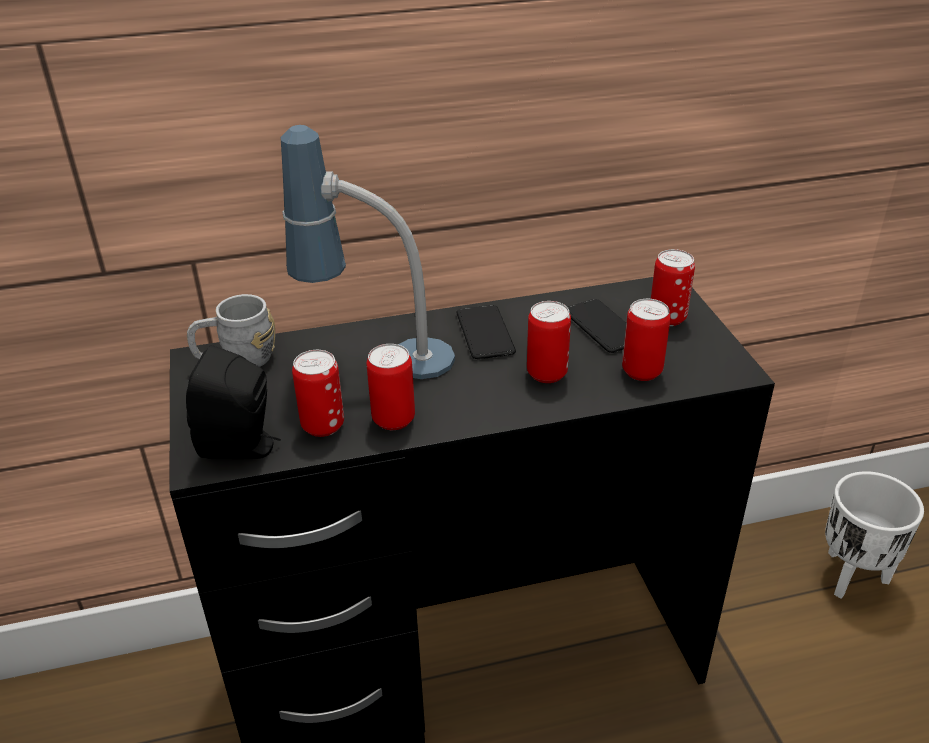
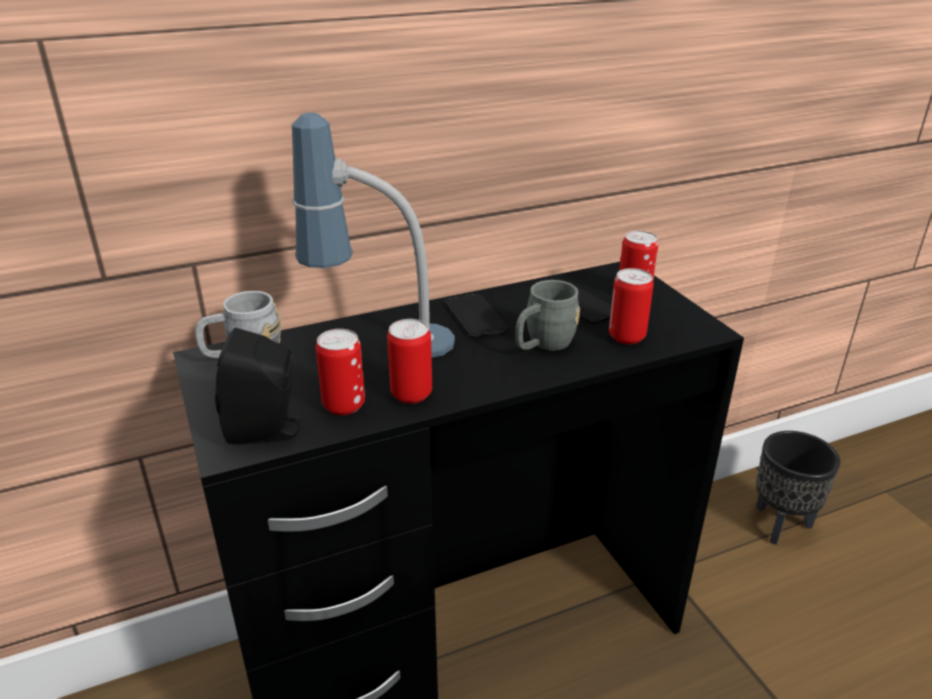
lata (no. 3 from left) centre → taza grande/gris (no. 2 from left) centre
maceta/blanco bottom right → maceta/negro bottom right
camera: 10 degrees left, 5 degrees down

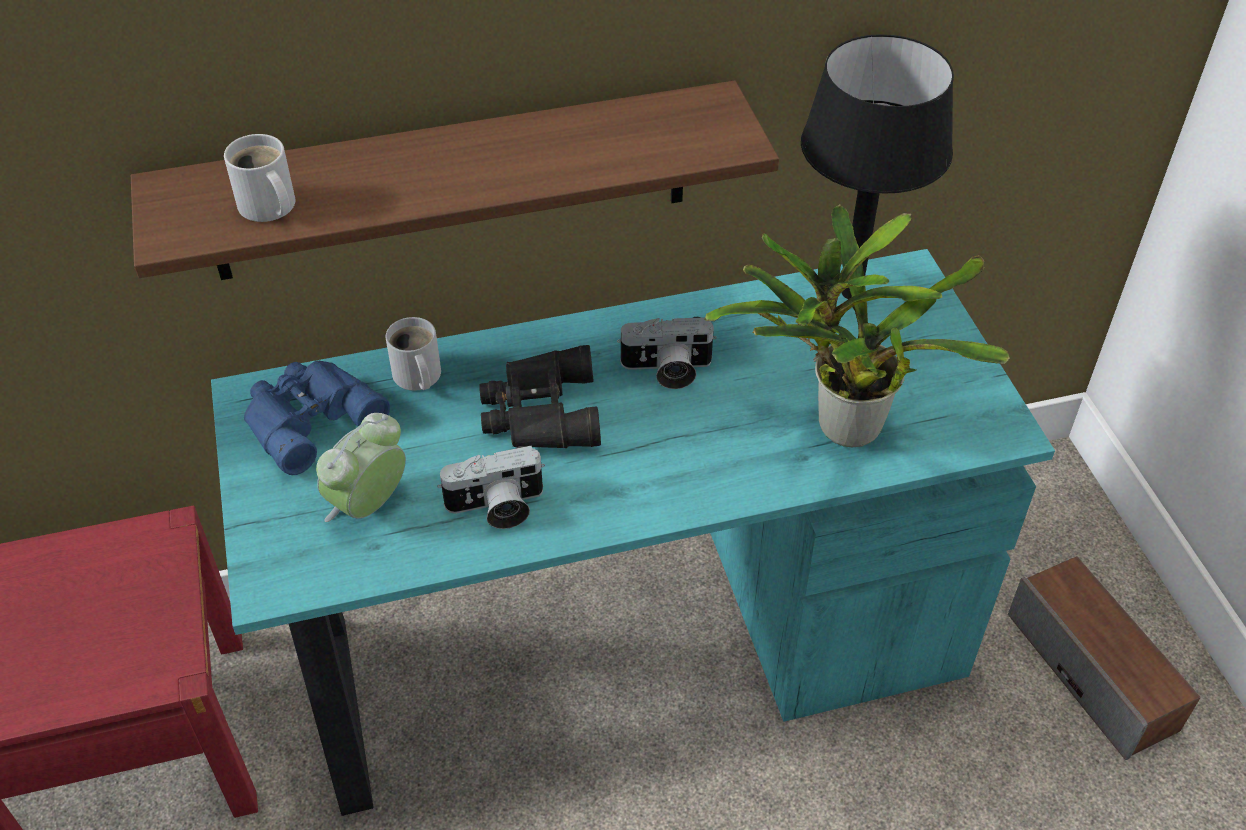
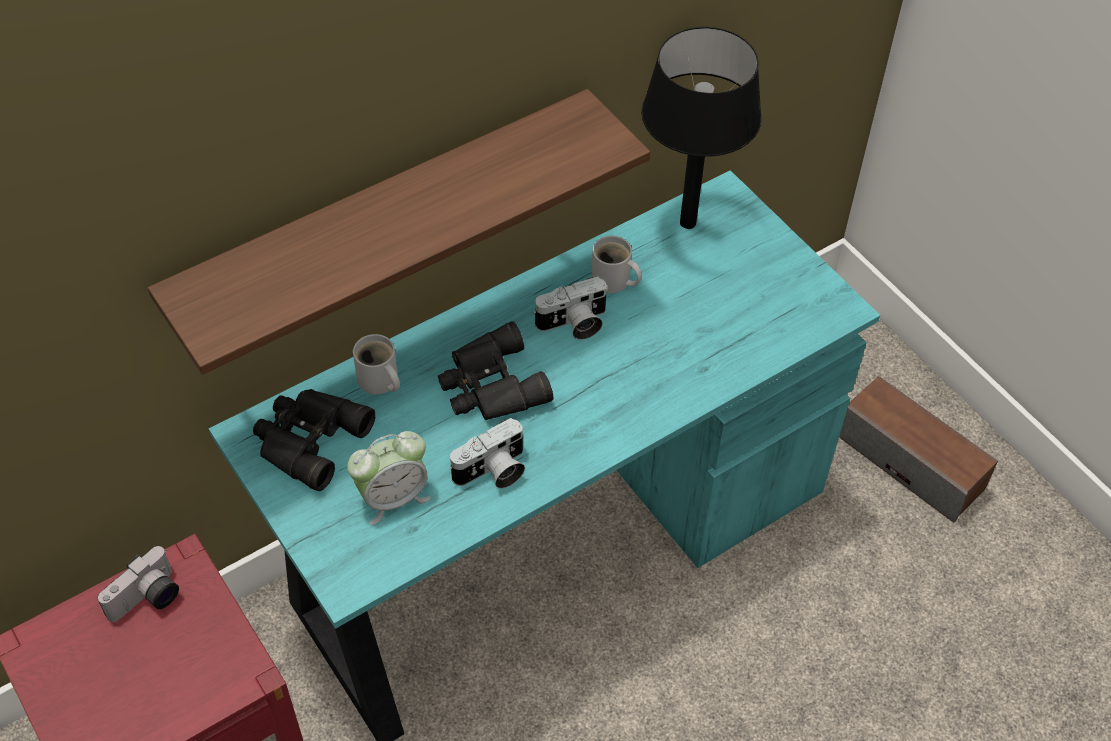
planta en maceta middle right → -
- → cámara (no. 1 from left) bottom left
taza grande/blanco (no. 1 from left in the first image) top left → taza grande/blanco (no. 2 from left) centre, shifted
prismáticos/azul middle left → prismáticos/negro (no. 1 from left) middle left
despertador middle left → despertador centre, 135 degrees counterclockwise
camera: 20 degrees left, 5 degrees up

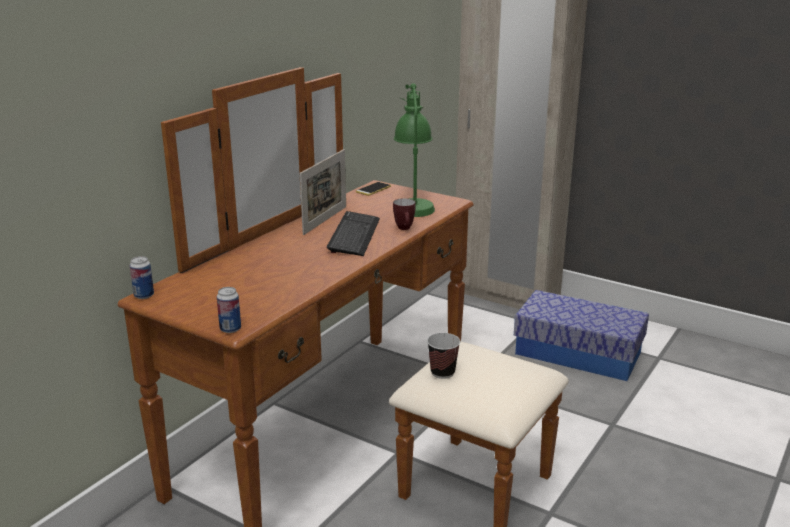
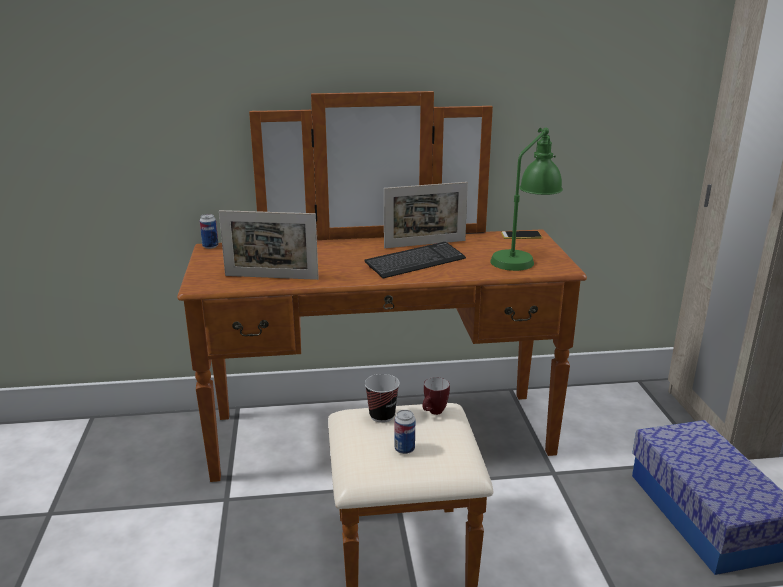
- → portarretratos (no. 1 from left) centre
lata (no. 2 from left) middle left → lata (no. 2 from left) bottom centre, shifted
taza grande centre → taza grande bottom centre, shifted
camera: 50 degrees right, 0 degrees up

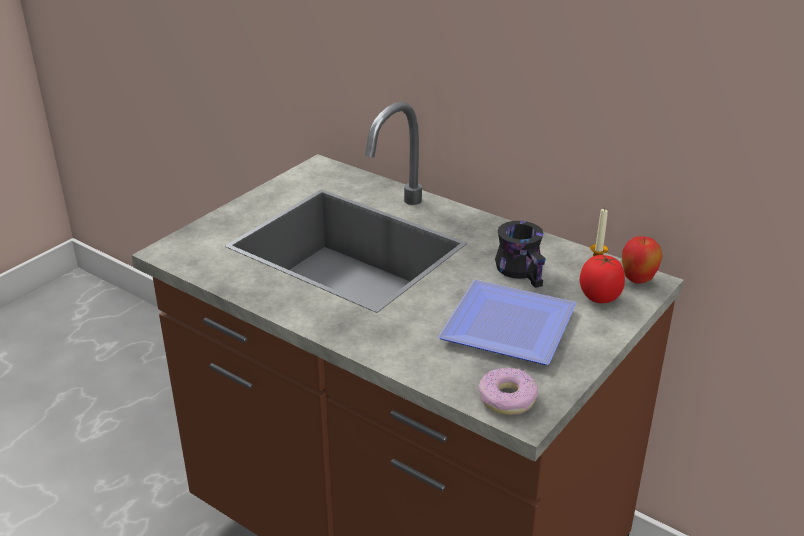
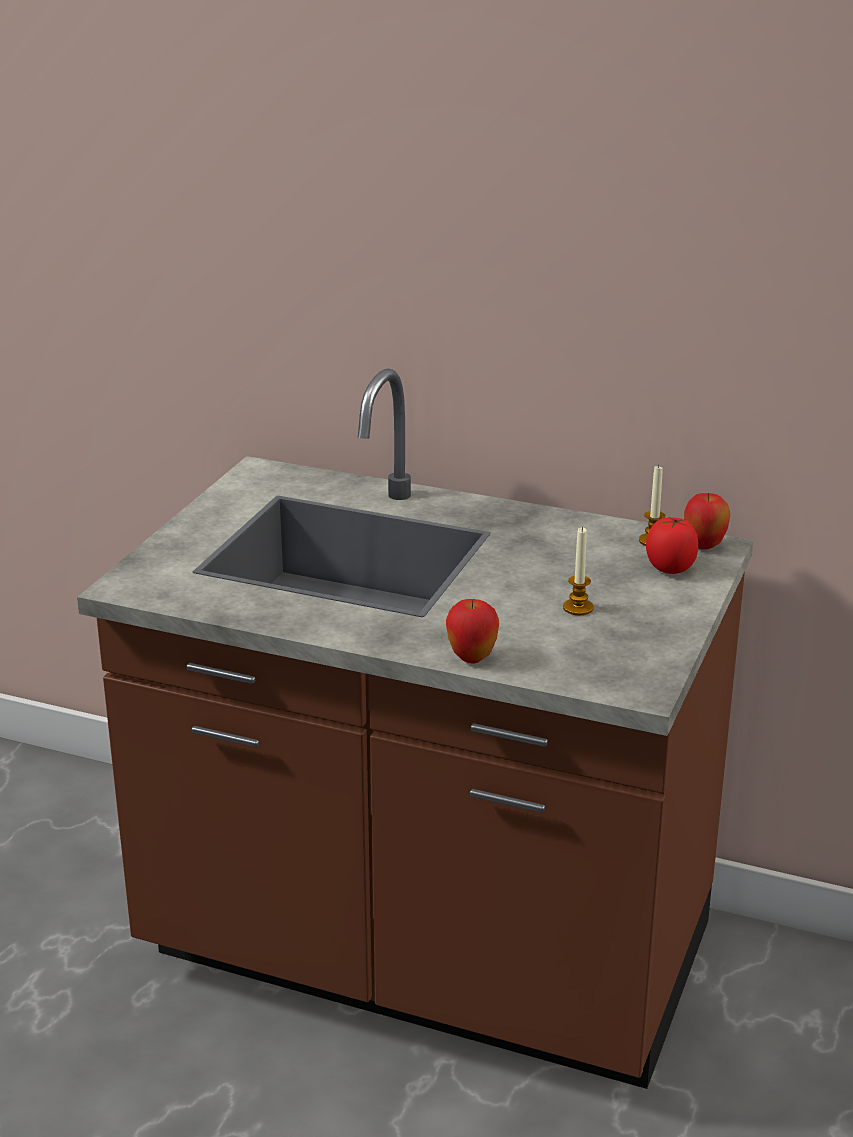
rosquilla bottom centre → -
taza grande/negro centre → -
- → manzana (no. 1 from left) centre
plato centre → vela (no. 1 from left) middle right
camera: 15 degrees left, 5 degrees down

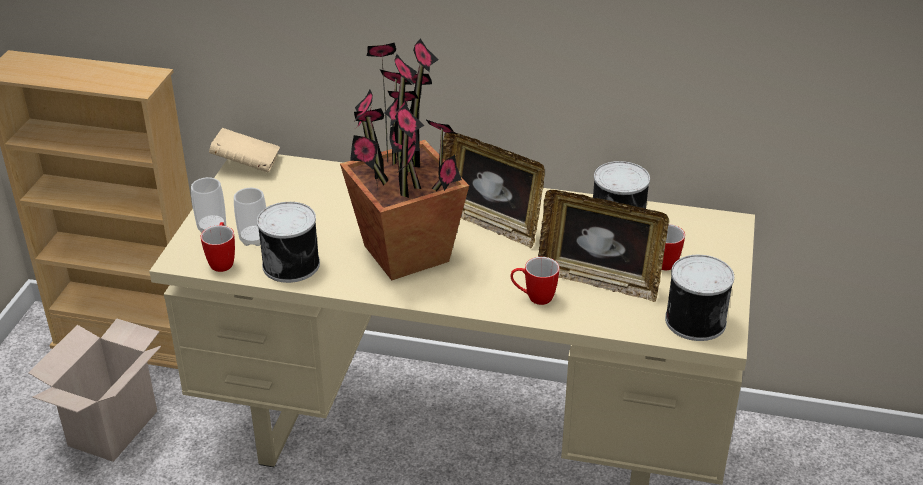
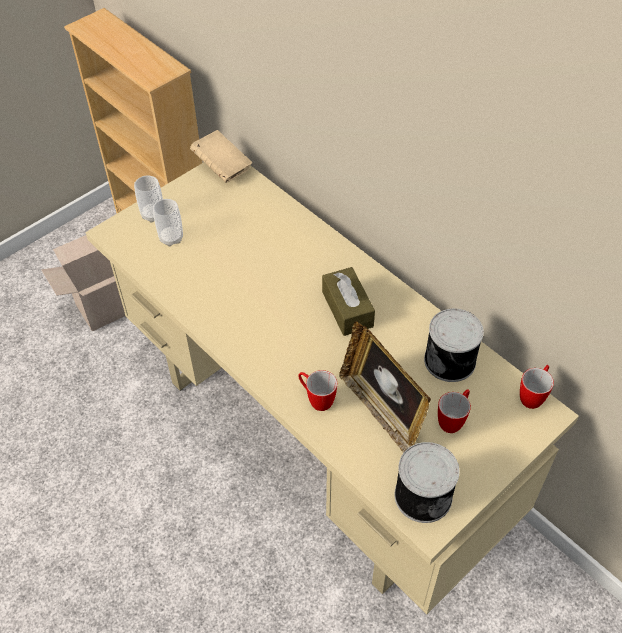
lata (no. 1 from left) middle left → -
planta en maceta top centre → -
taza grande (no. 1 from left in the first image) middle left → taza grande (no. 3 from left) middle right, shifted
portarretratos (no. 1 from left) centre → caja de pañuelos/marrón centre
camera: 35 degrees right, 15 degrees up

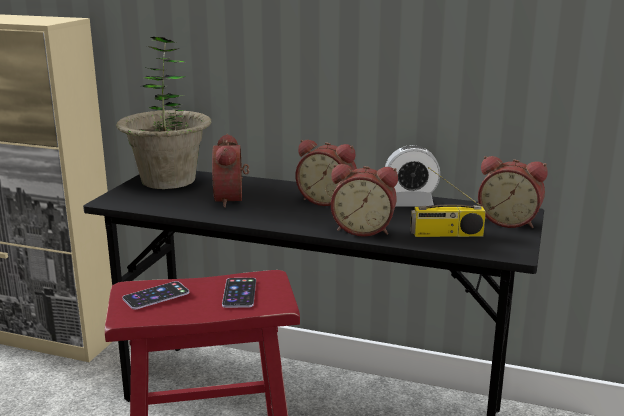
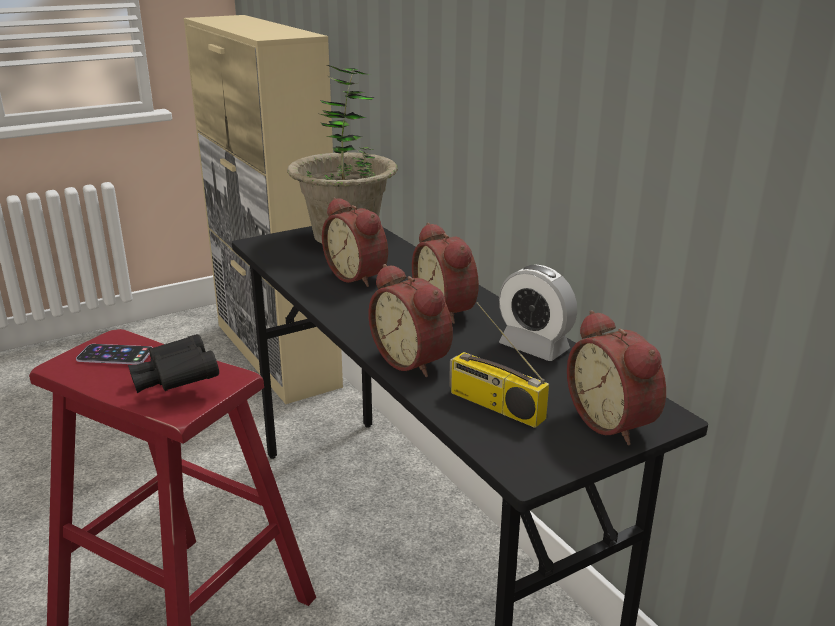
móvil (no. 2 from left) bottom centre → prismáticos/negro middle left
despertador (no. 1 from left) centre, 75 degrees counterclockwise
camera: 40 degrees right, 5 degrees up

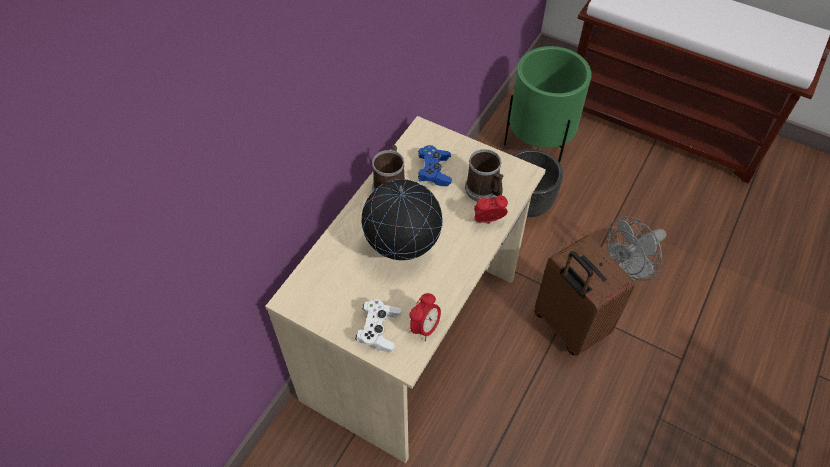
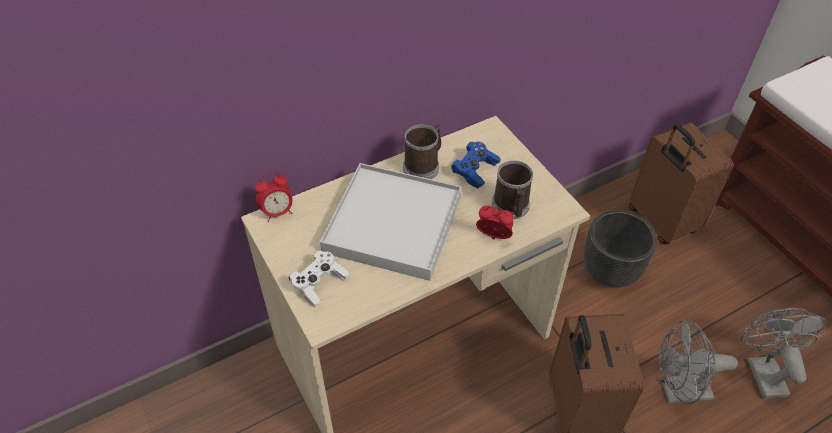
- → ventilador/gris (no. 2 from left) bottom right
despertador (no. 1 from left) bottom centre → despertador (no. 1 from left) middle left, shifted
globo terráqueo centre → bandeja/blanco centre
maceta/verde top centre → maleta/marrón (no. 2 from left) middle right
camera: 30 degrees right, 5 degrees down

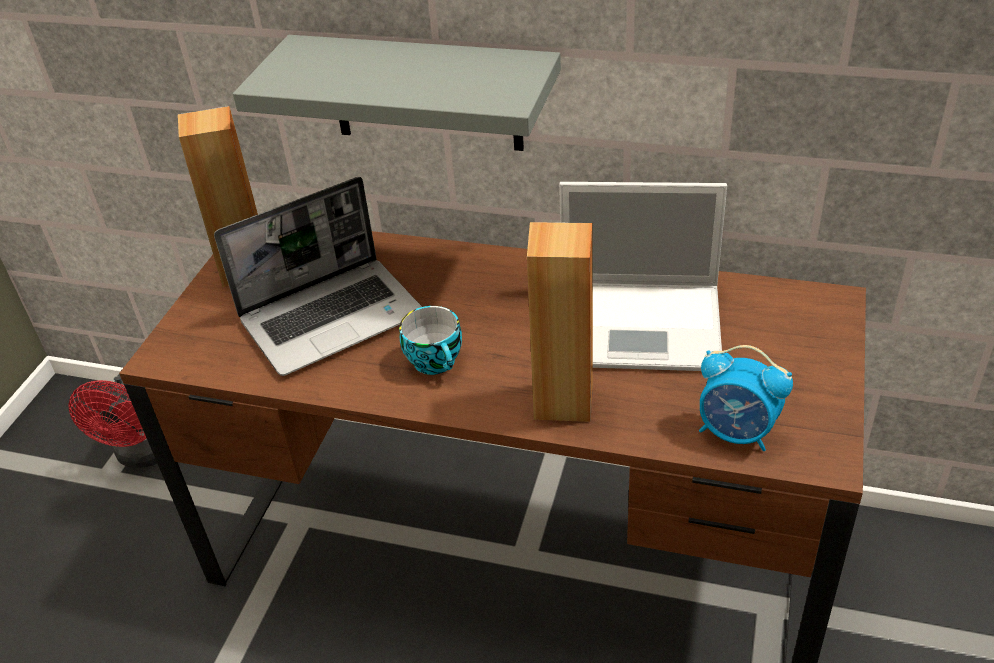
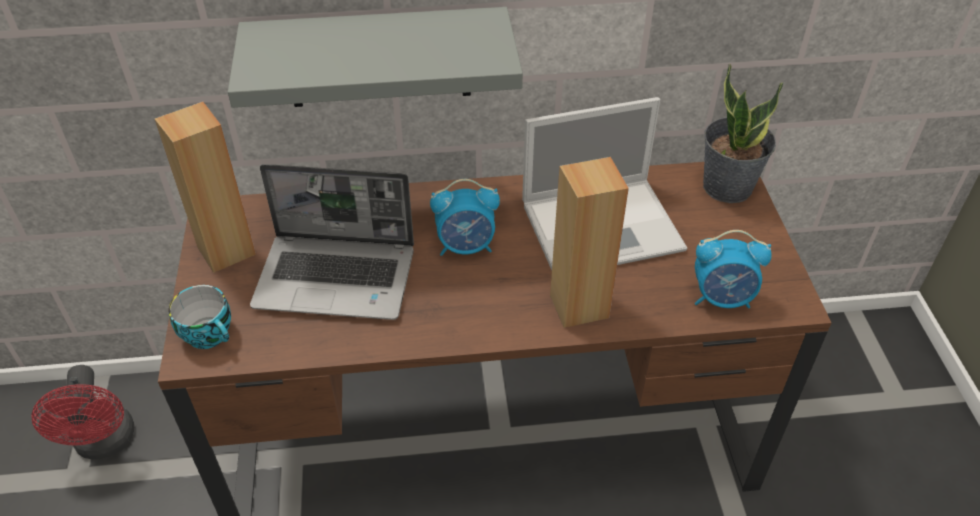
- → despertador (no. 1 from left) centre
- → planta en maceta top right
taza centre → taza middle left, shifted
portátil (no. 1 from left) middle left → portátil (no. 1 from left) centre, 60 degrees clockwise
camera: 25 degrees left, 5 degrees up

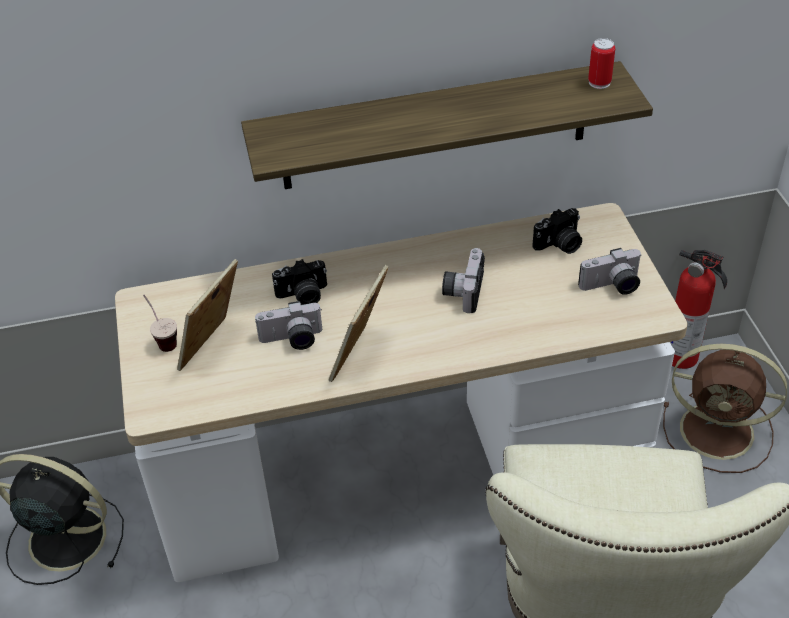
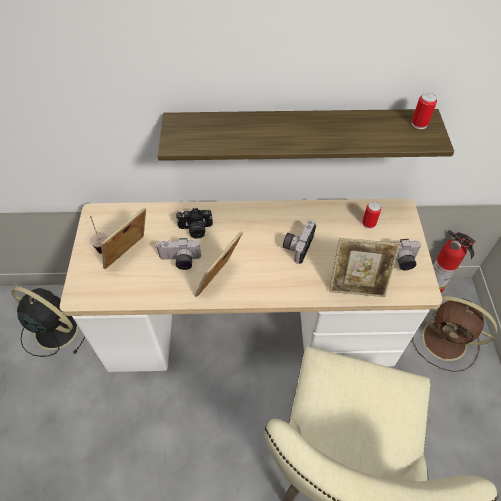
- → portarretratos (no. 3 from left) middle right
cámara (no. 4 from left) middle right → lata (no. 1 from left) middle right
camera: 10 degrees right, 10 degrees up

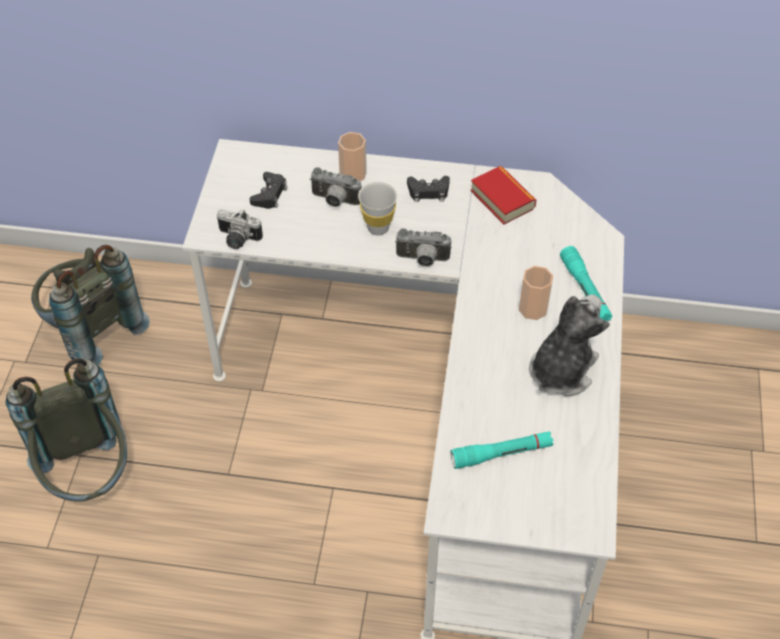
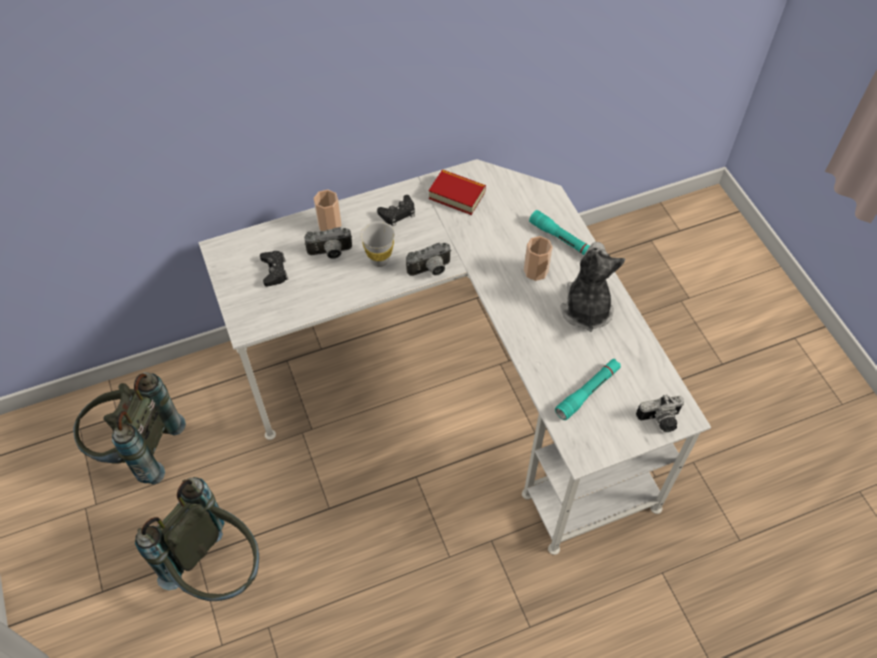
cámara (no. 1 from left in the first image) middle left → cámara (no. 3 from left) middle right, shifted
camera: 30 degrees left, 5 degrees up

